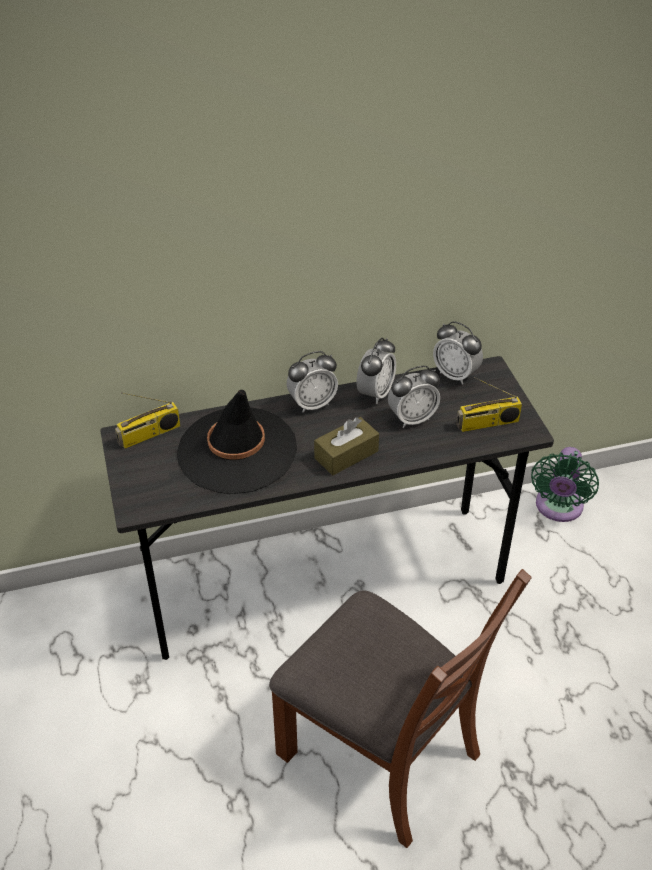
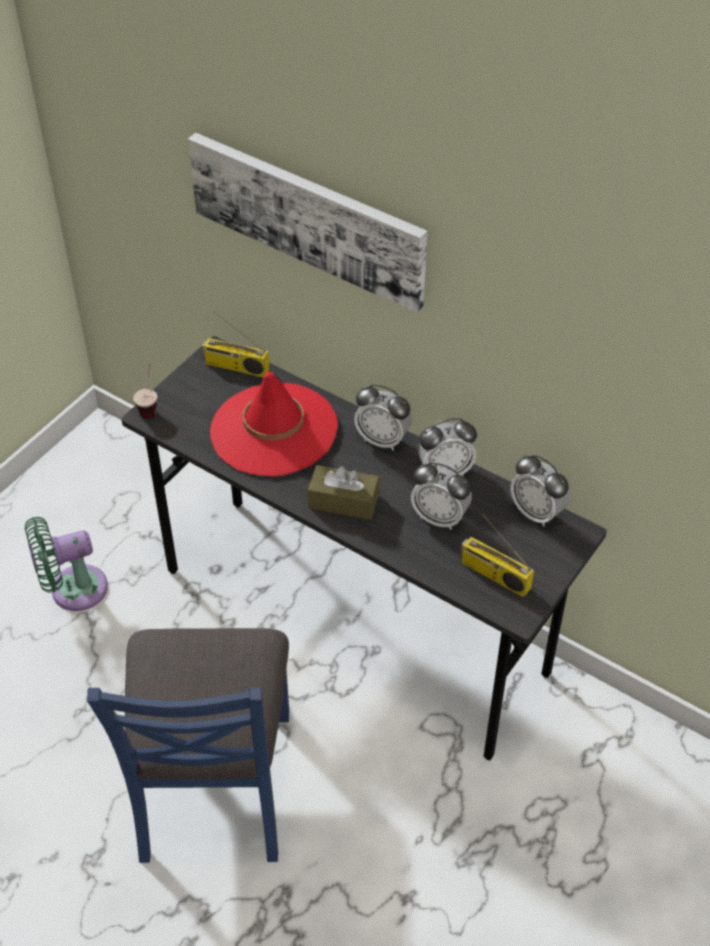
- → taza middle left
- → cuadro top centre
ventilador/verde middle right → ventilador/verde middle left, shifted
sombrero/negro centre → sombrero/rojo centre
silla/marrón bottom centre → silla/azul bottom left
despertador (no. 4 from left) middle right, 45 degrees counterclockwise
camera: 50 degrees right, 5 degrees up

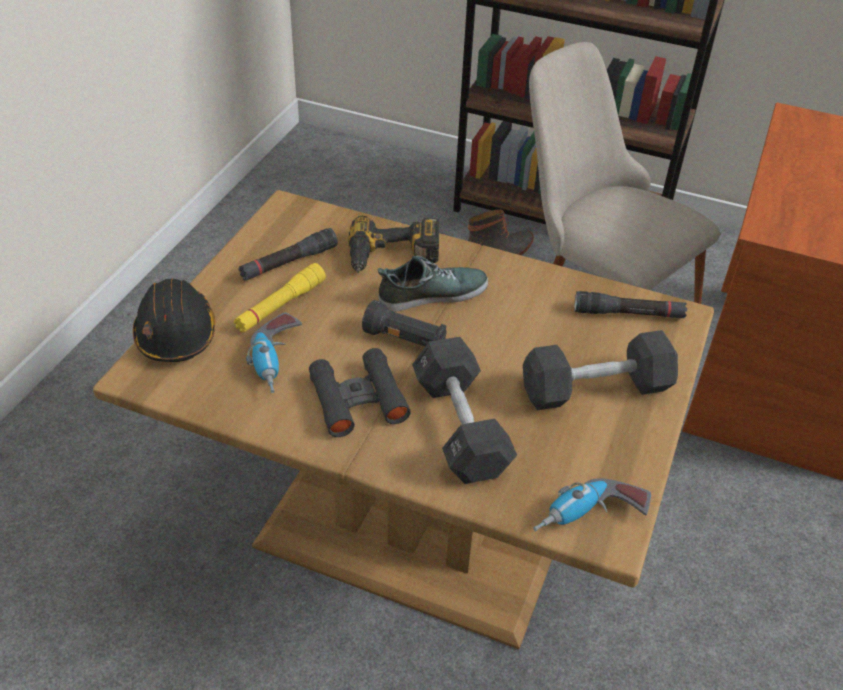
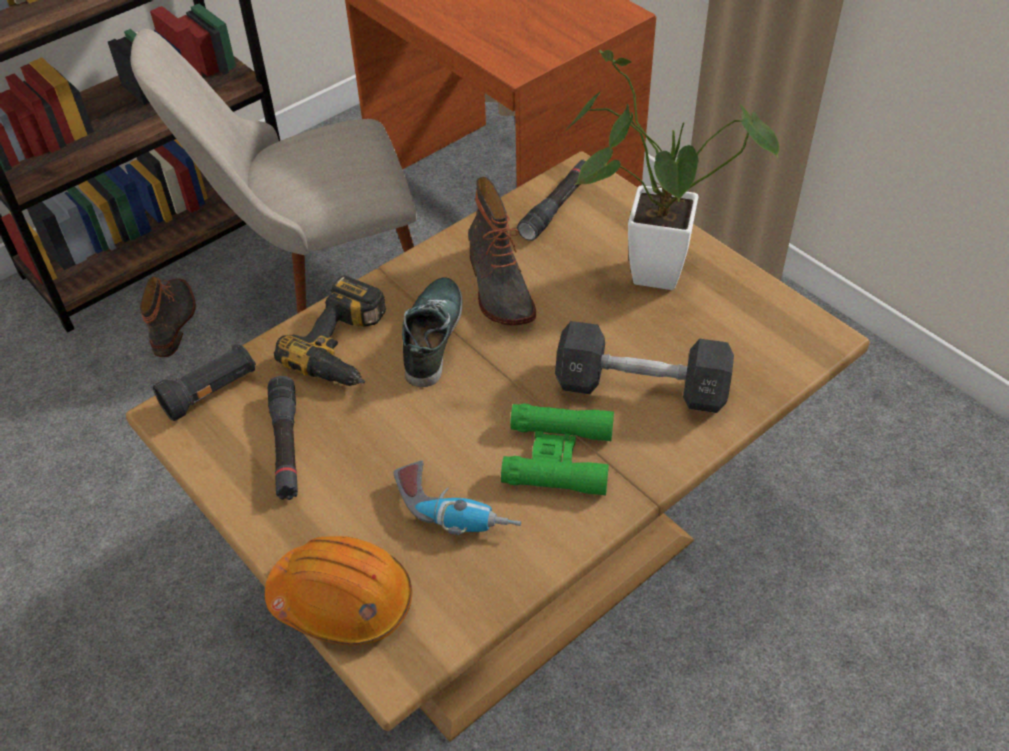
linterna/amarillo middle left → -
taladro (no. 3 from left) bottom right → -
- → bota (no. 2 from left) centre
linterna/negro (no. 2 from left in the first image) centre → linterna/negro (no. 1 from left) middle left, shifted
mancuerna/negro (no. 2 from left) middle right → planta en maceta top centre
casco/negro middle left → casco/naranja bottom centre
prismáticos/negro centre → prismáticos/verde centre
camera: 60 degrees left, 5 degrees up

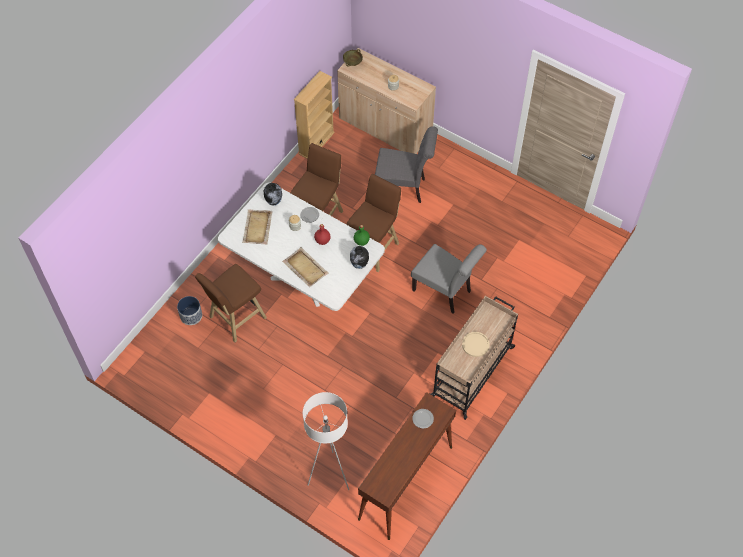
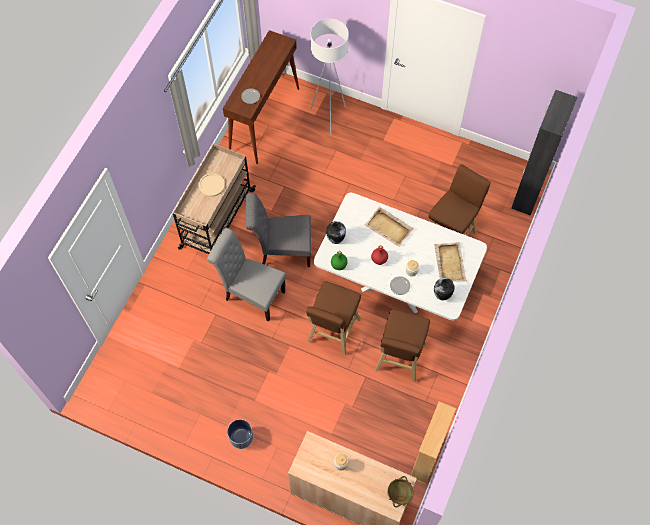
- → armario/negro top right
maceta middle left → maceta bottom centre, shifted
silla/gris (no. 1 from left in the first image) top centre → silla/gris (no. 2 from left) centre, shifted
camera: 170 degrees right, 5 degrees up

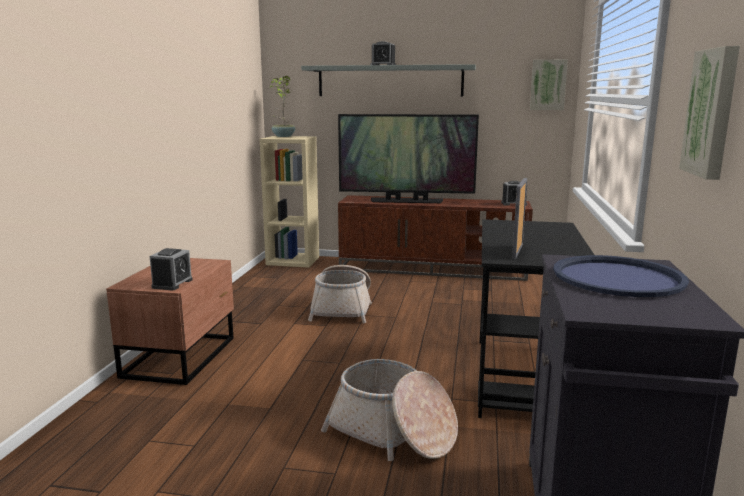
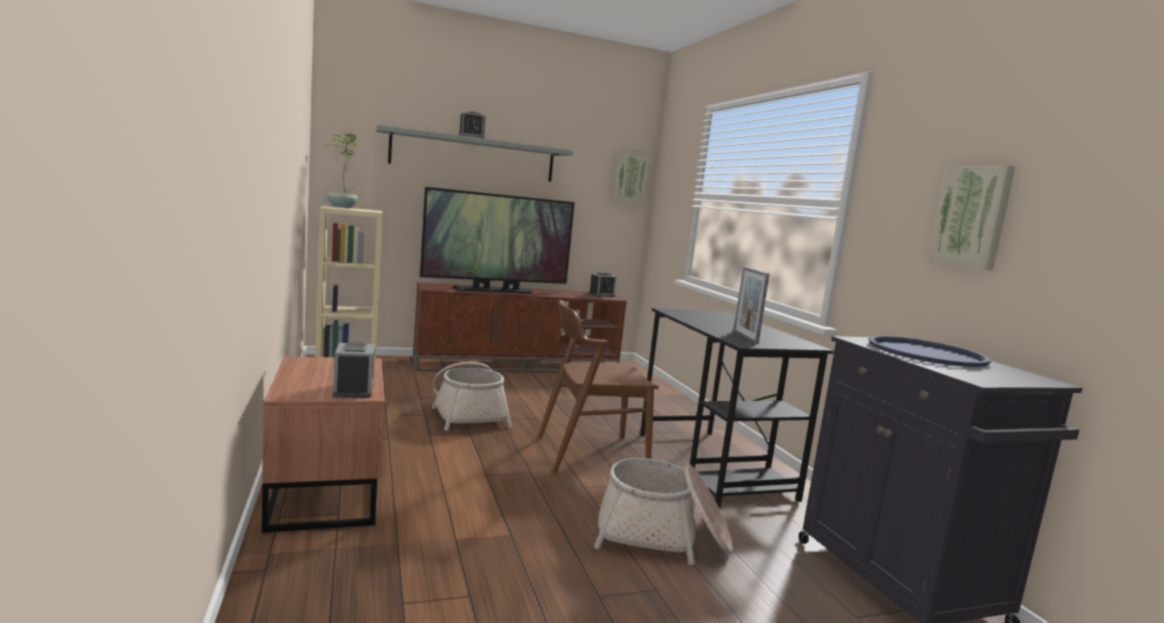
- → silla/marrón centre
camera: 30 degrees left, 5 degrees down

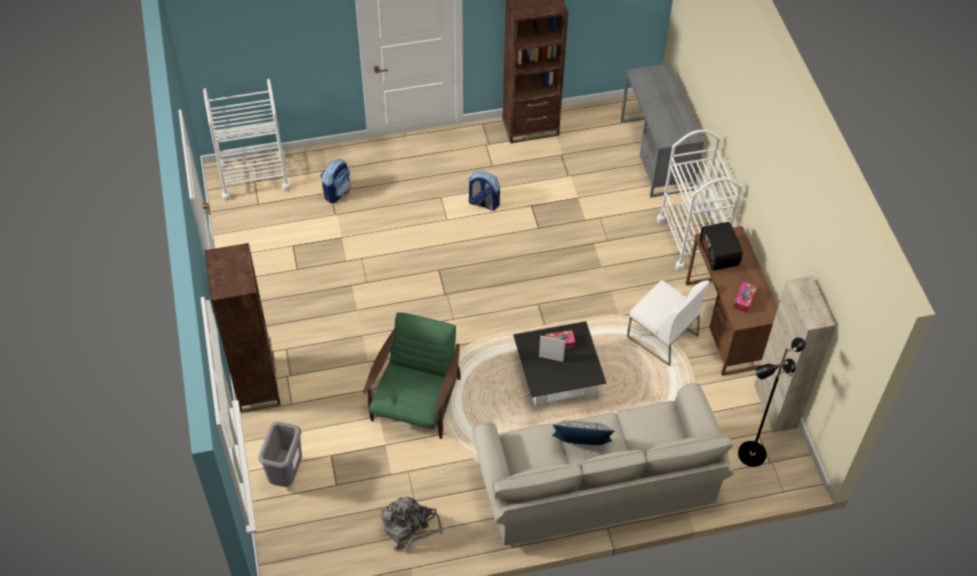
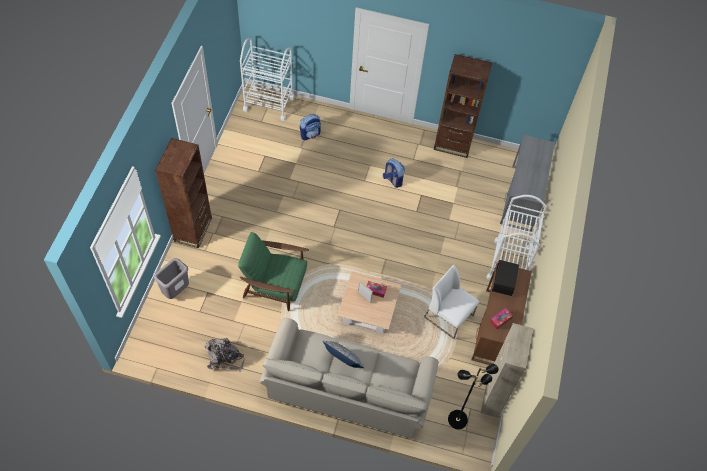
mesa de centro/negro centre → mesa de centro/beis centre
sillón/verde centre, 120 degrees counterclockwise
silla/blanco middle right → silla/blanco centre, 150 degrees clockwise
camera: 25 degrees right, 5 degrees up

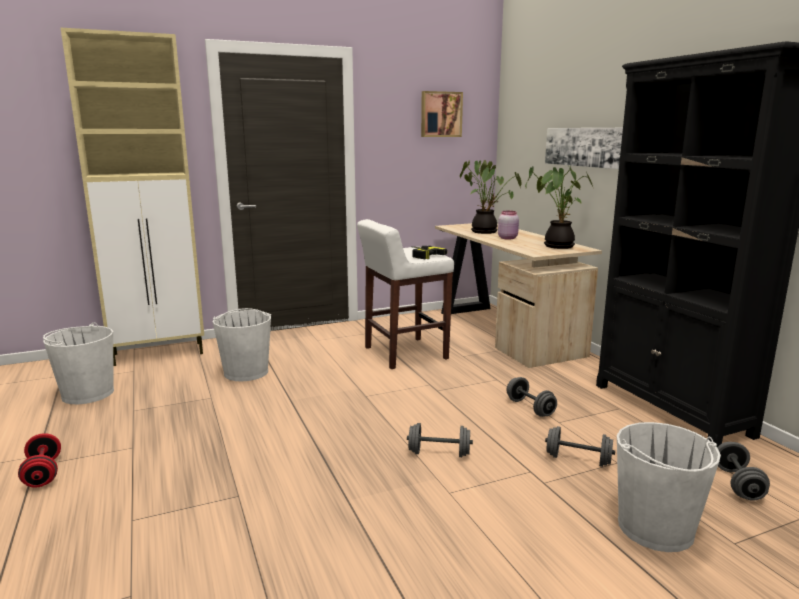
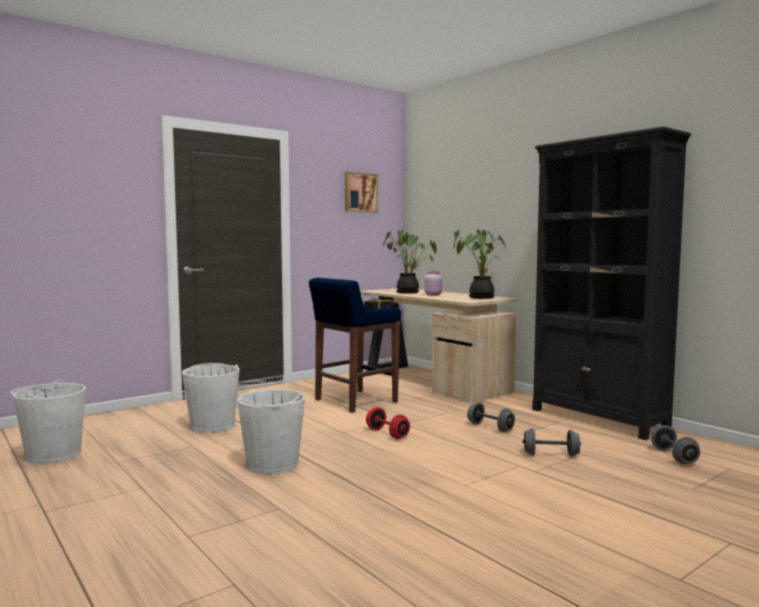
armario/beis top left → -
mancuerna/gris (no. 1 from left) bottom centre → -
cuadro (no. 2 from left) top right → -
mancuerna/rojo bottom left → mancuerna/rojo bottom centre, shifted
cubo/blanco (no. 3 from left) bottom right → cubo/blanco (no. 3 from left) bottom centre, shifted
taburete/blanco centre → taburete/azul centre
camera: 15 degrees left, 10 degrees down

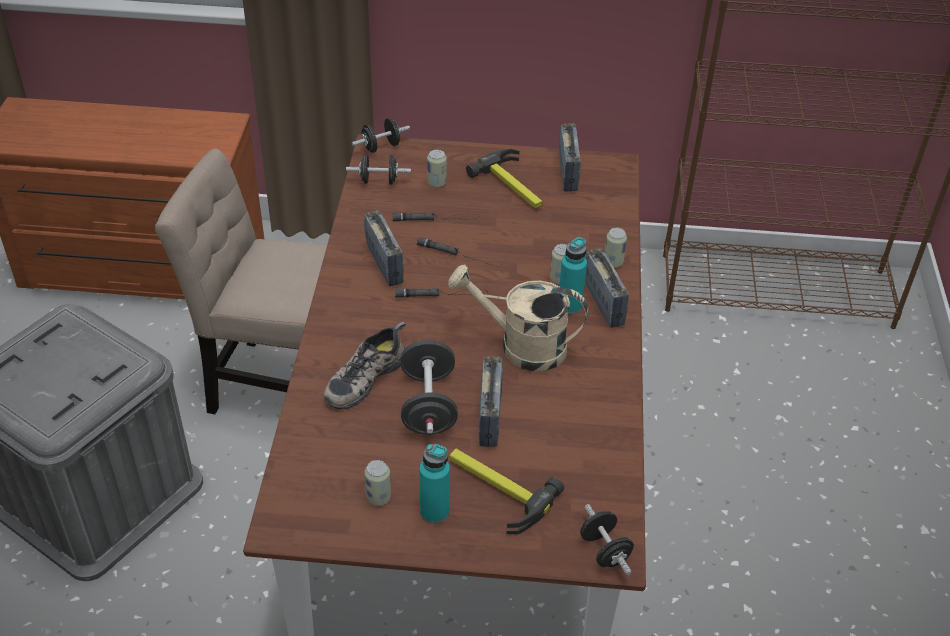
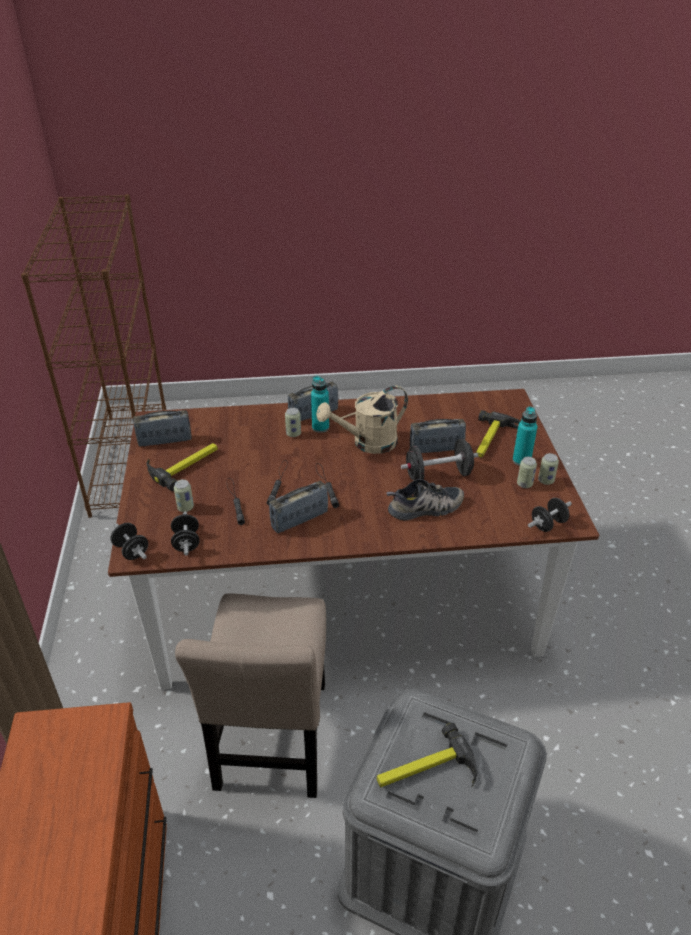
- → martillo (no. 2 from left) bottom centre
mancuerna/negro (no. 4 from left) bottom centre → mancuerna/negro (no. 4 from left) middle right, shifted
lata (no. 4 from left) centre → lata (no. 4 from left) middle right, shifted
zapato centre, 45 degrees counterclockwise
regadera/beis centre, 60 degrees clockwise
camera: 100 degrees left, 5 degrees down

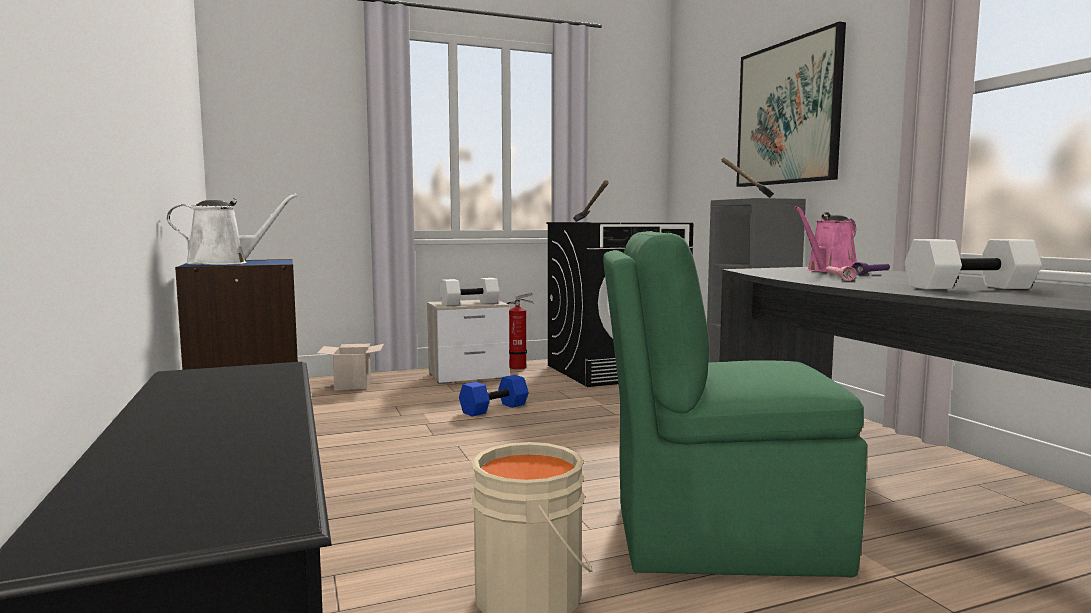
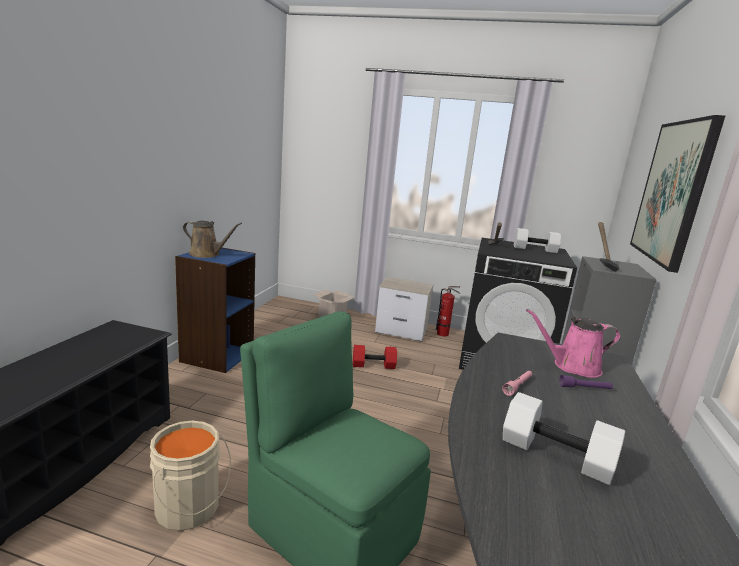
mancuerna/blanco (no. 1 from left) centre → mancuerna/blanco (no. 1 from left) middle right, shifted
regadera/blanco middle left → regadera/marrón middle left
mancuerna/azul centre → mancuerna/rojo centre
camera: 35 degrees right, 10 degrees up

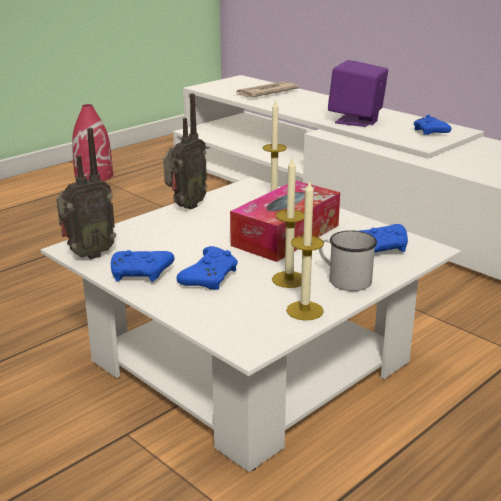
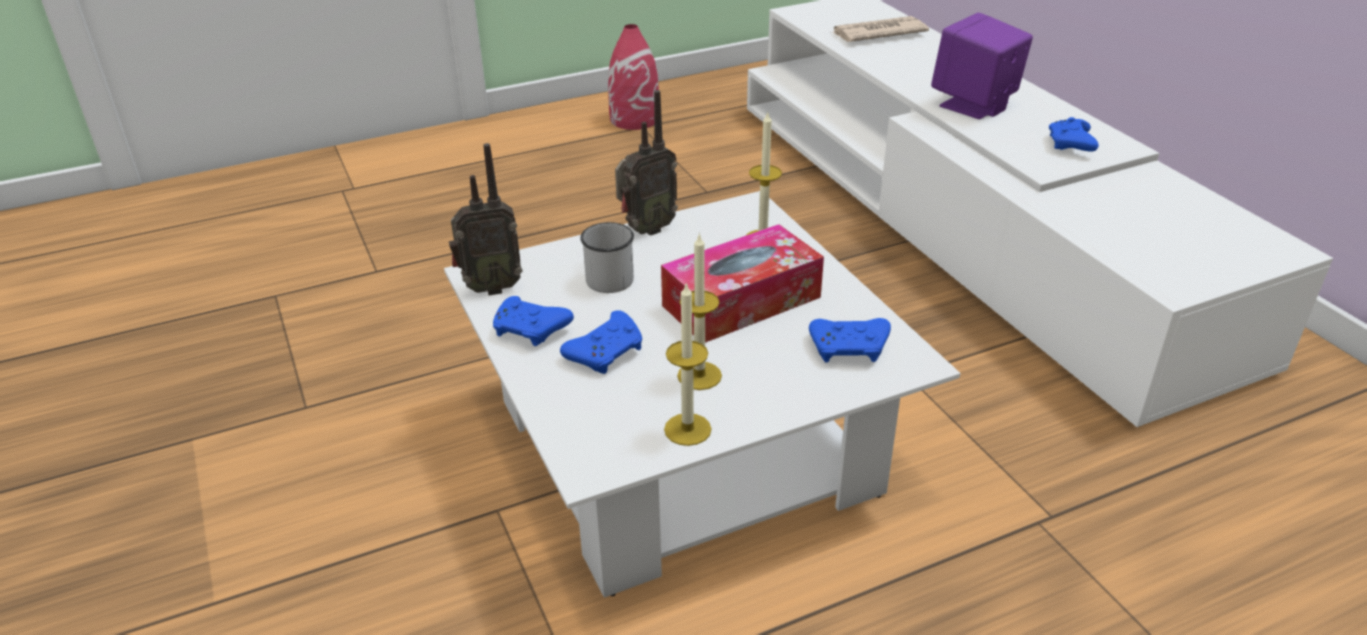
taza grande/blanco middle right → taza grande/blanco centre, shifted
camera: 20 degrees right, 10 degrees up

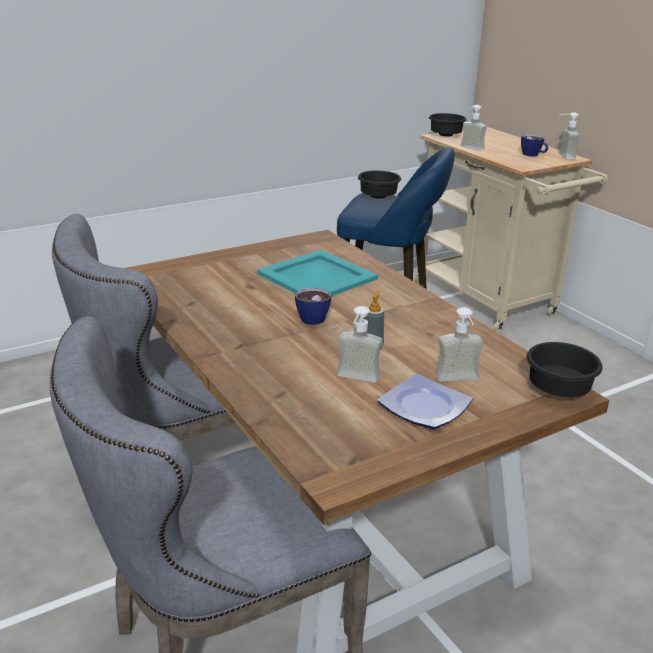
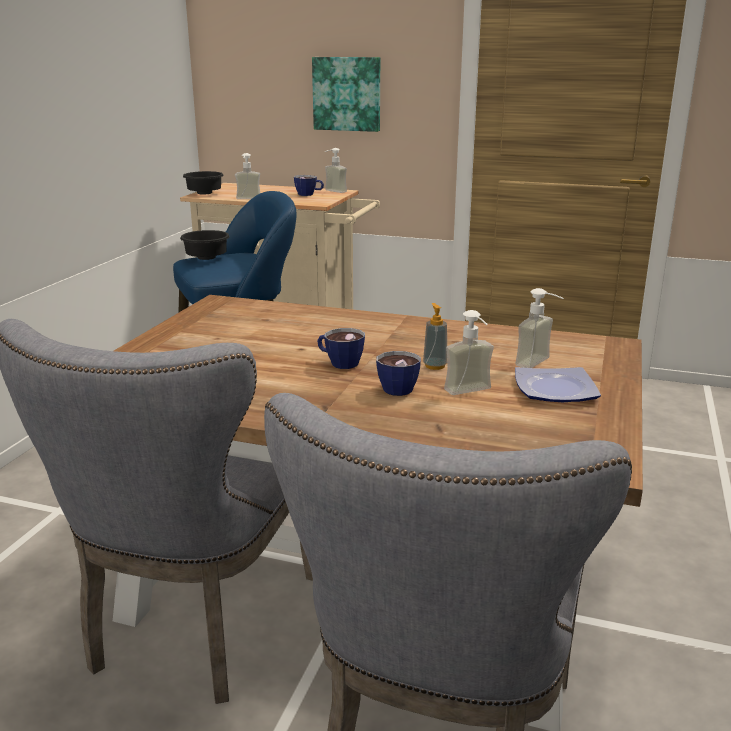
bandeja/turquesa centre → -
cuenco/negro (no. 3 from left) middle right → -
- → cuadro top centre
- → taza (no. 3 from left) centre
camera: 40 degrees left, 5 degrees down

